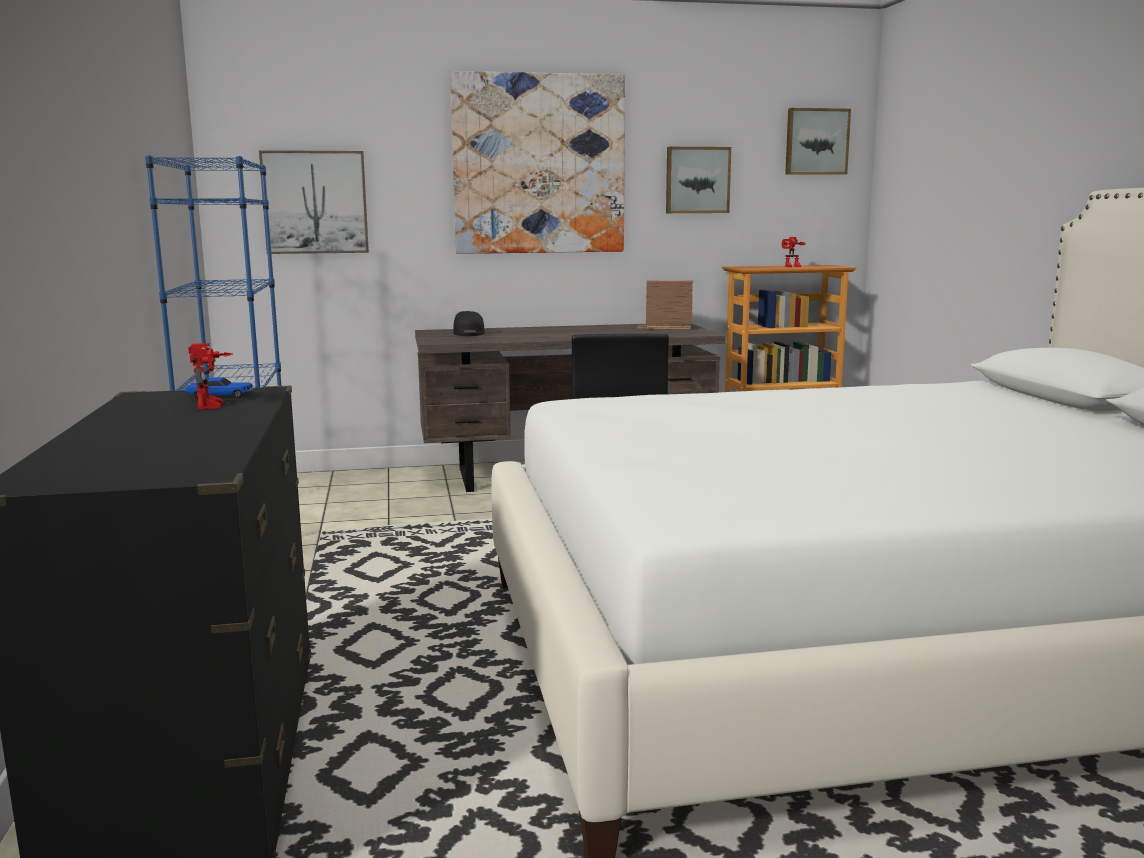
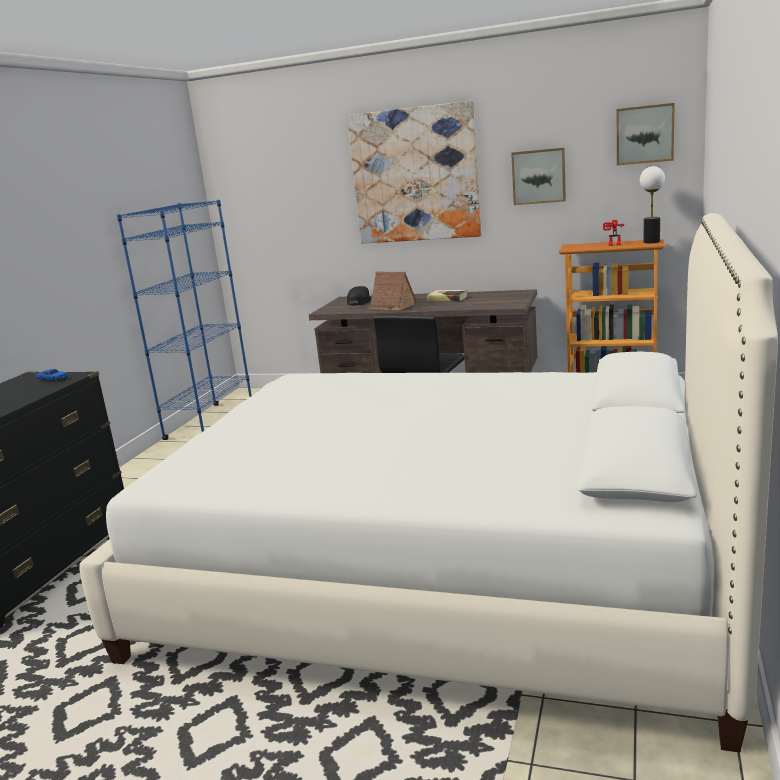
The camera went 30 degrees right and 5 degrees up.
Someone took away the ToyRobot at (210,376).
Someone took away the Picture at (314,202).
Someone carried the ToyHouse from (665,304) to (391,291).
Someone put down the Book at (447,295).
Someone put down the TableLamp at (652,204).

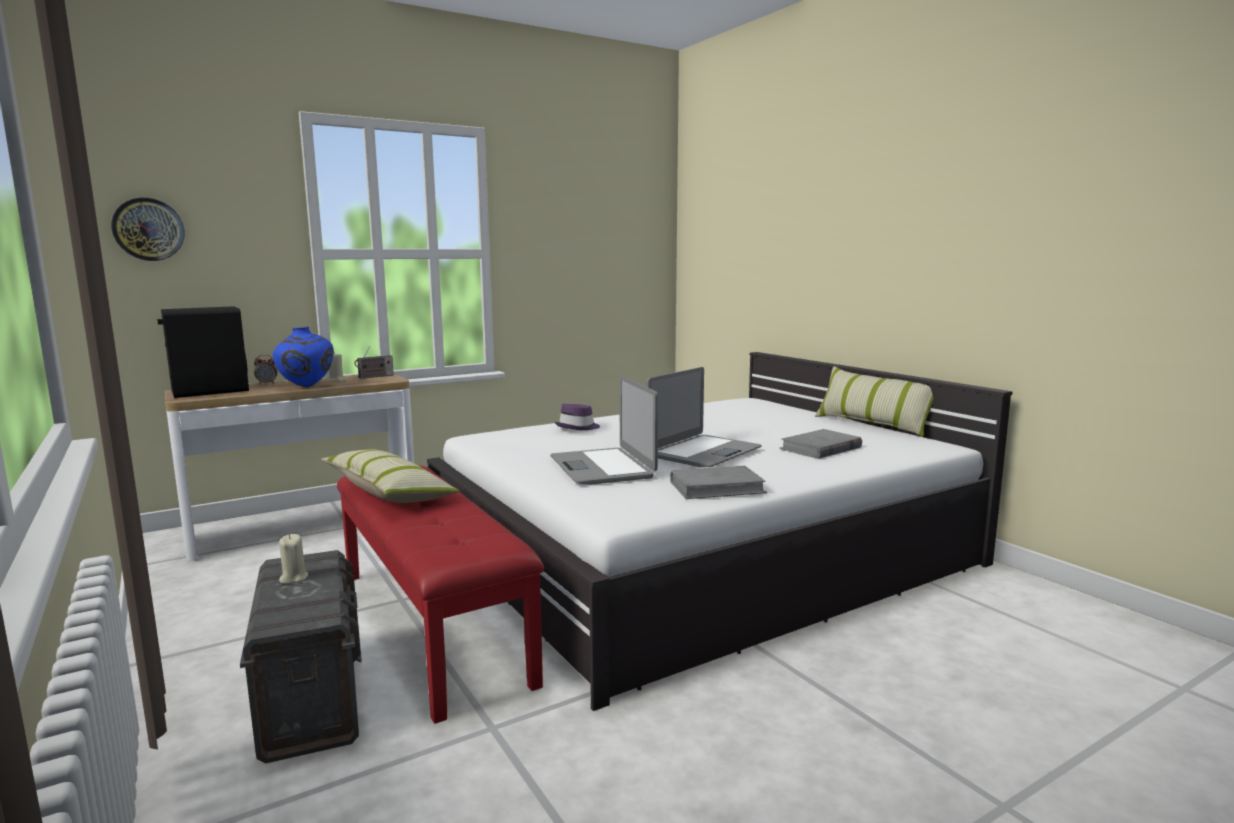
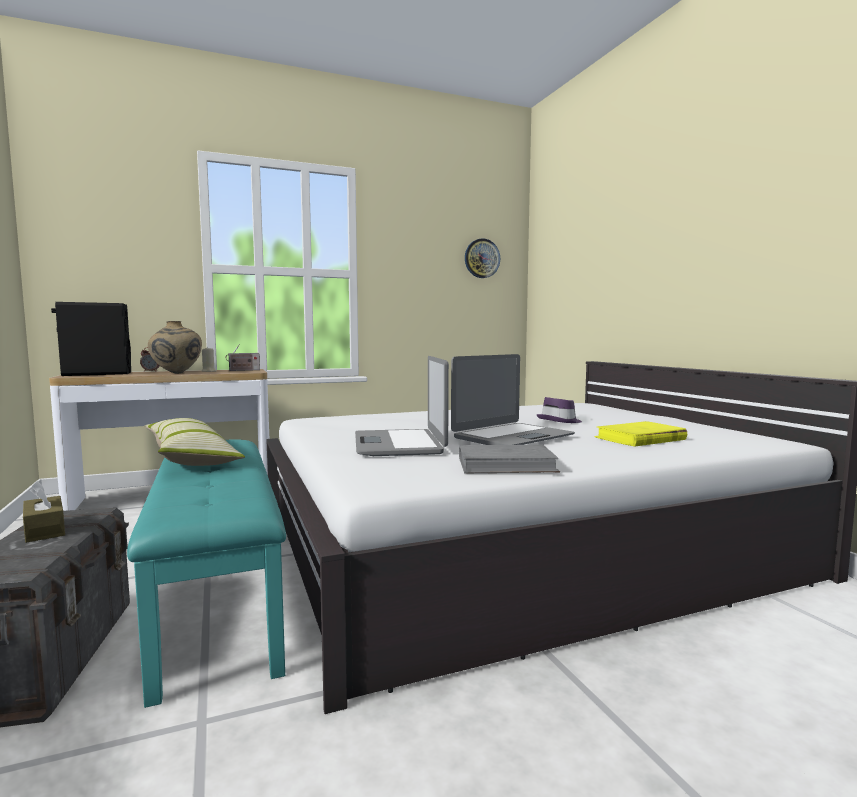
The camera went 10 degrees right and 5 degrees down.
Someone carried the WallClock from (147,229) to (482,258).
Someone repainted the BlueVase at (303,357), which became the BeigeVase at (175,347).
Someone swapped the BeigeCandle at (293,559) for the BrownTissueBox at (44,512).
Someone repainted the RedBench at (440,594), which became the TurquoiseBench at (206,573).
Someone carried the PurpleHat from (577,417) to (559,410).
Someone repainted the GreyBook at (820,444), which became the YellowBook at (641,434).
Someone took away the Pillow at (874,401).

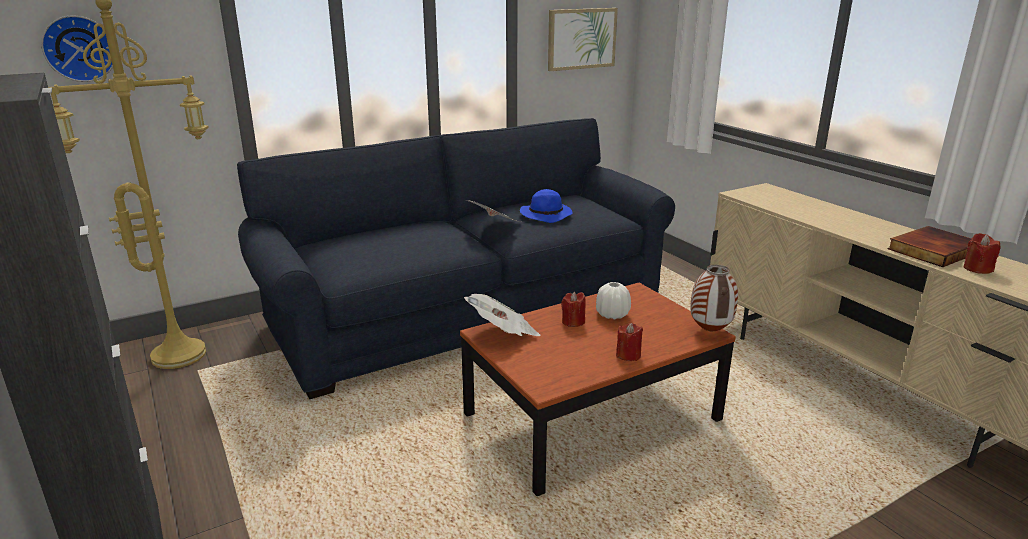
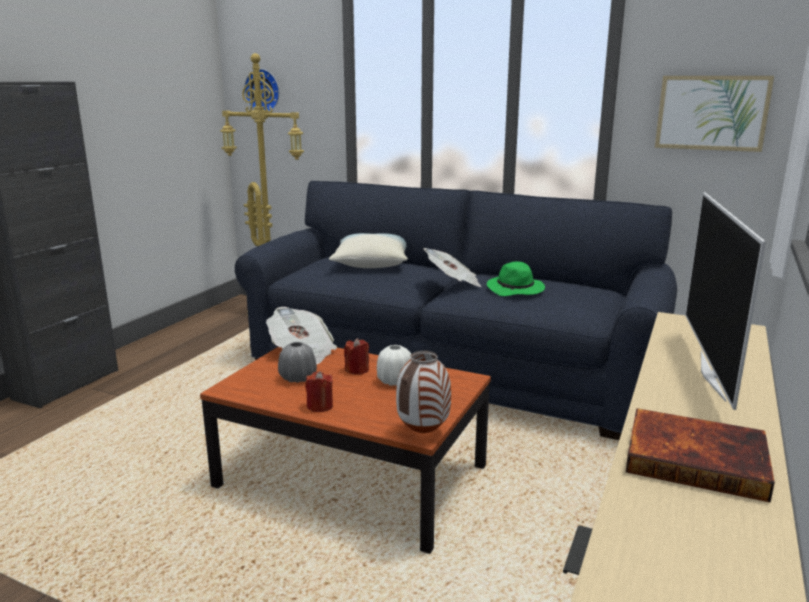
The camera went 55 degrees right and 5 degrees down.
Someone repainted the BlueHat at (546,206), which became the GreenHat at (516,278).
Someone took away the RedCandle at (982,253).
Someone put down the GreyVase at (297,362).
Someone put down the Pillow at (368,250).
Someone put down the Television at (725,301).

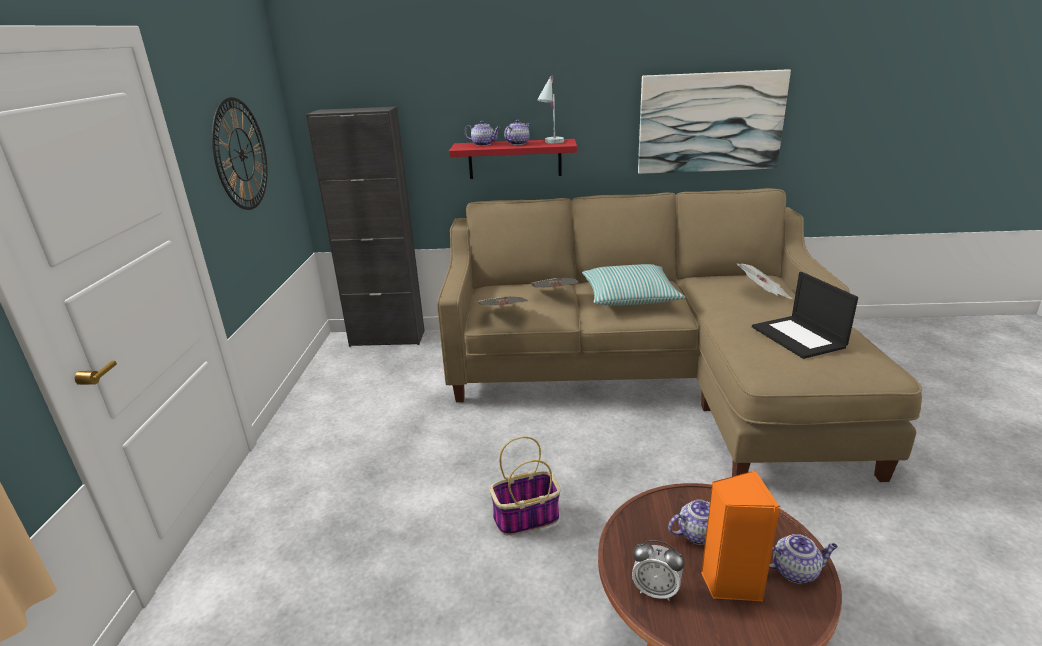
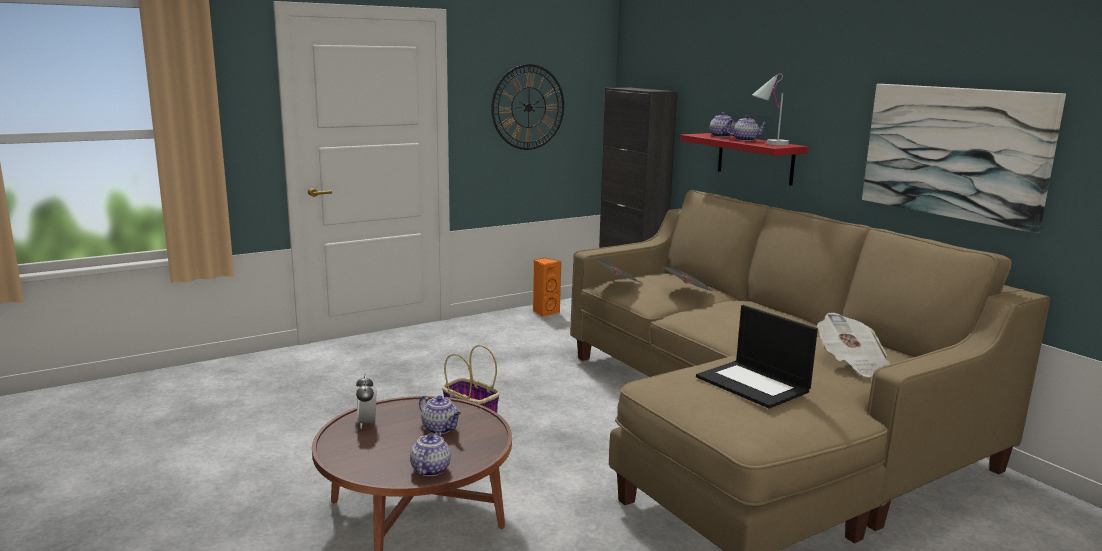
The camera went 55 degrees right and 10 degrees down.
Someone took away the Pillow at (633,285).
Someone carried the OrangeSpeaker from (740,536) to (547,287).
Someone rotated the Laptop at (805,315) by 75 degrees counterclockwise.
Someone rotated the Teapot at (803,558) by 135 degrees counterclockwise.

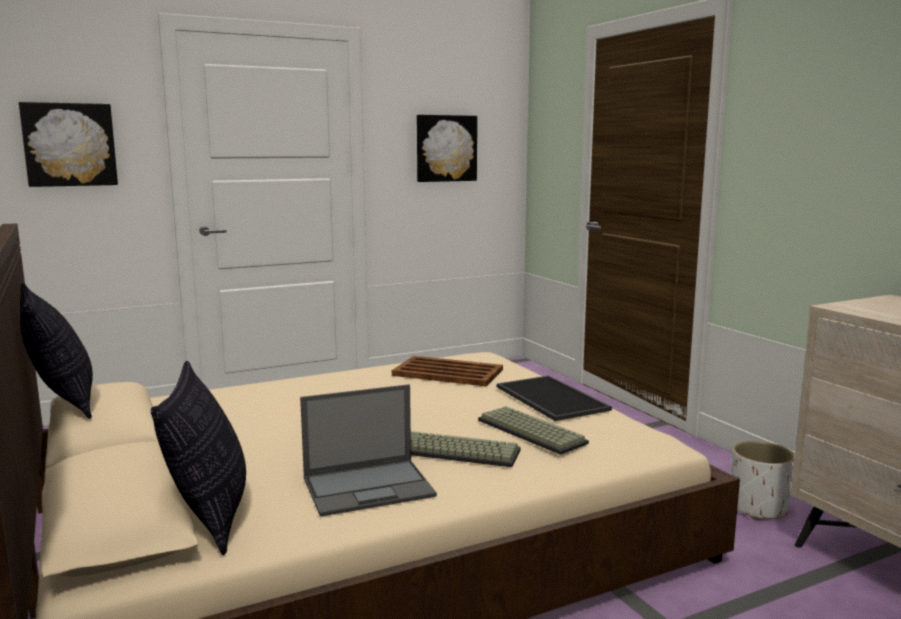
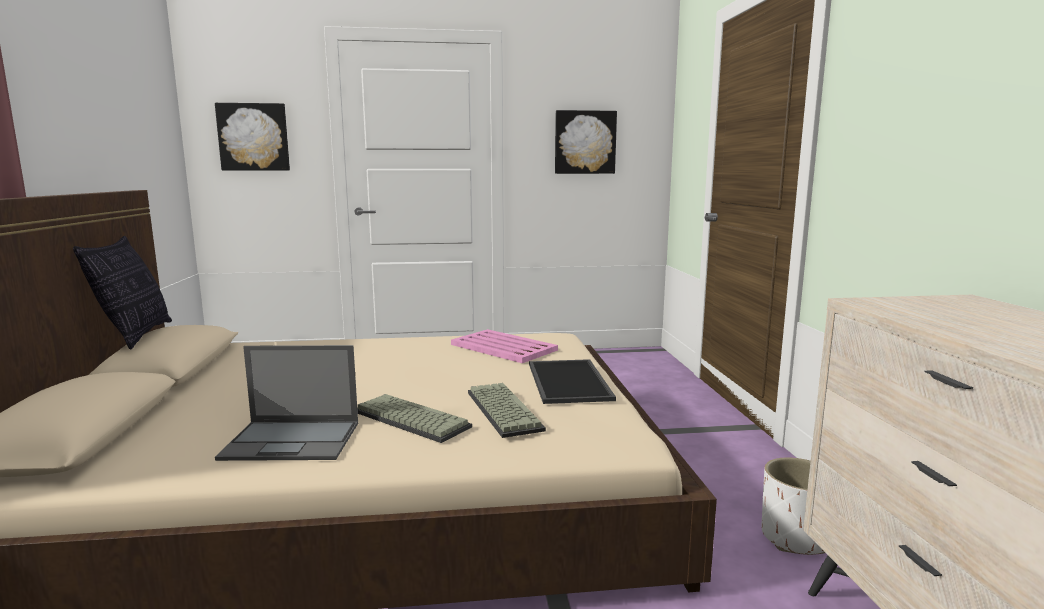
The camera went 20 degrees right and 0 degrees up.
Someone took away the Pillow at (198,458).
Someone repainted the BrownTray at (447,371), which became the PinkTray at (504,346).

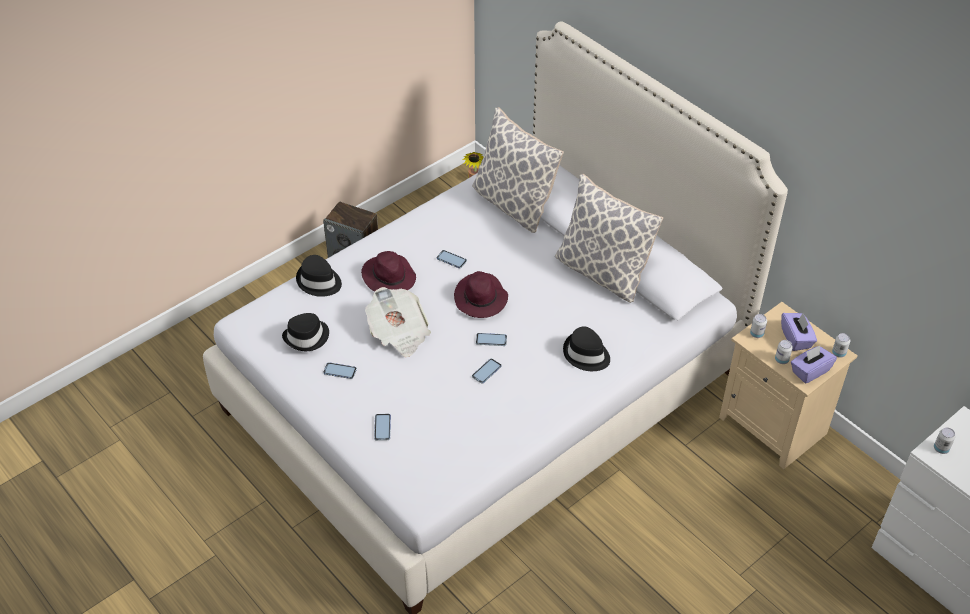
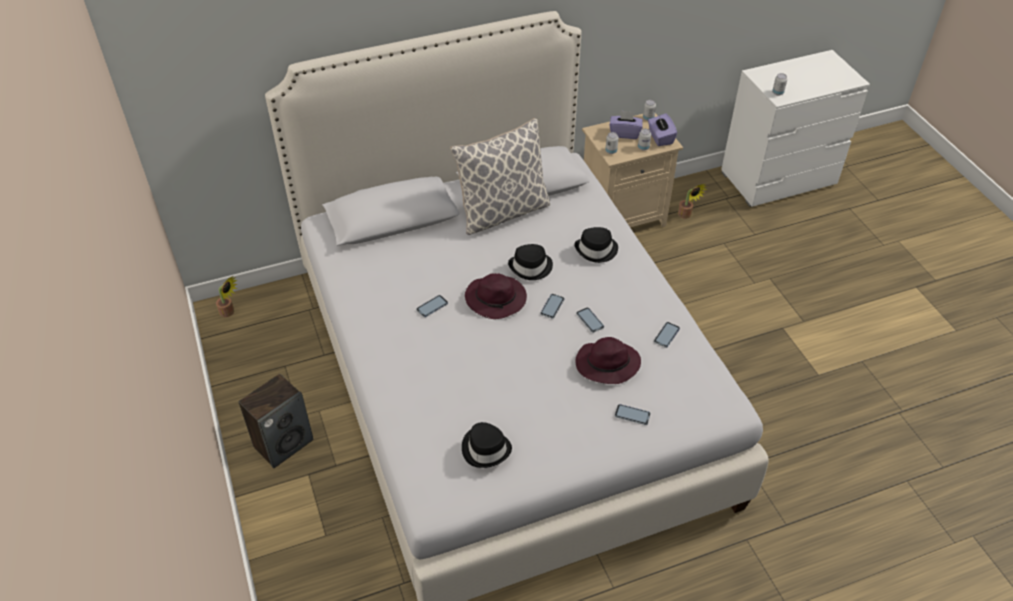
The camera went 70 degrees left and 0 degrees up.
Someone carried the BlackHat from (319,276) to (530,262).
Someone carried the Phone from (340,370) to (667,335).
Someone carried the PurpleHat from (388,271) to (608,360).
Someone took away the Newspaper at (398,322).
Someone took away the Pillow at (518,170).
Someone put down the PottedPlant at (692,201).

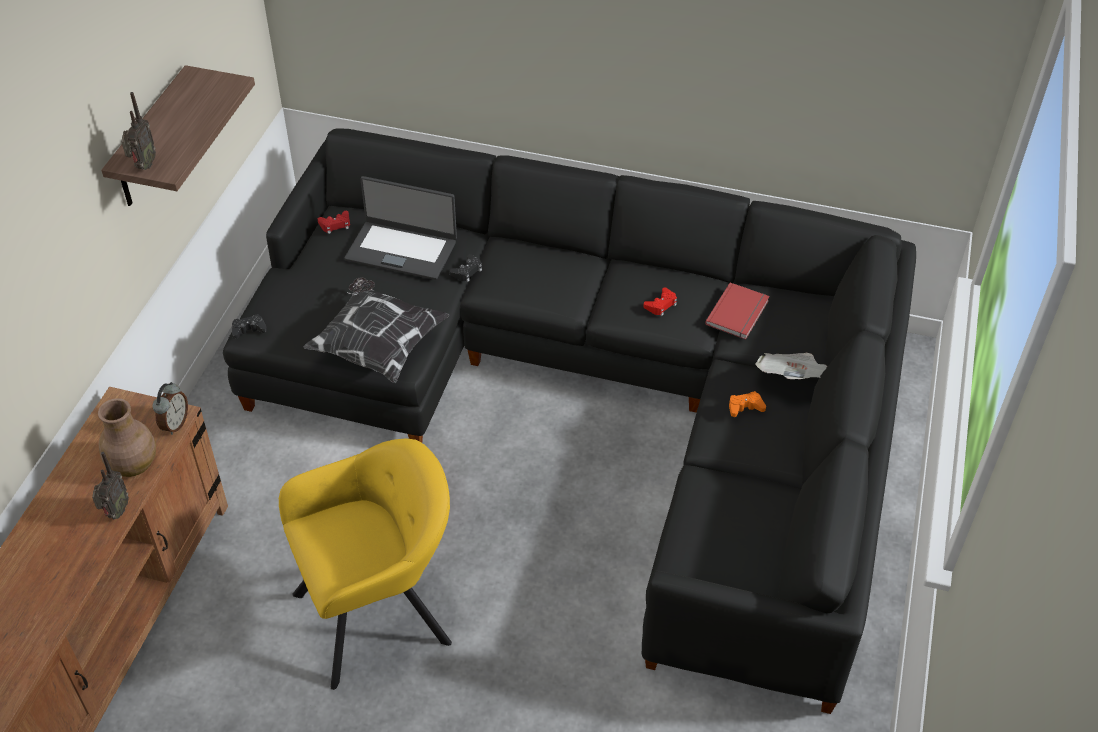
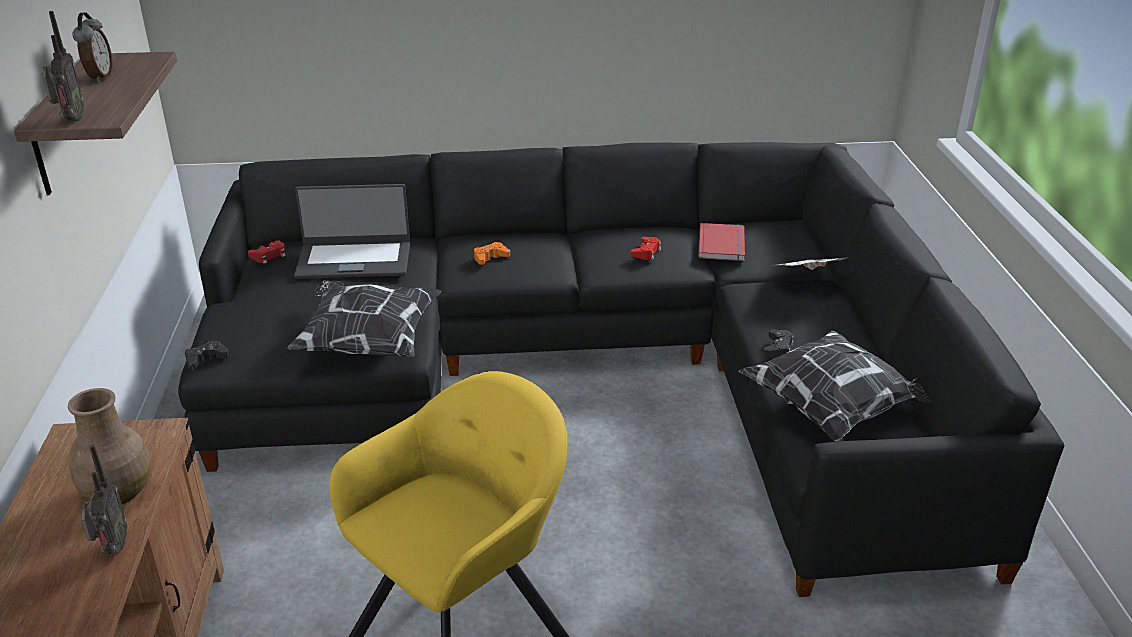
The camera went 20 degrees left and 15 degrees down.
Someone carried the AlarmClock from (170,408) to (92,47).
Someone carried the BlackGameController from (465,268) to (778,343).
Someone carried the OrangeGameController from (747,404) to (492,253).
Someone put down the Pillow at (834,386).

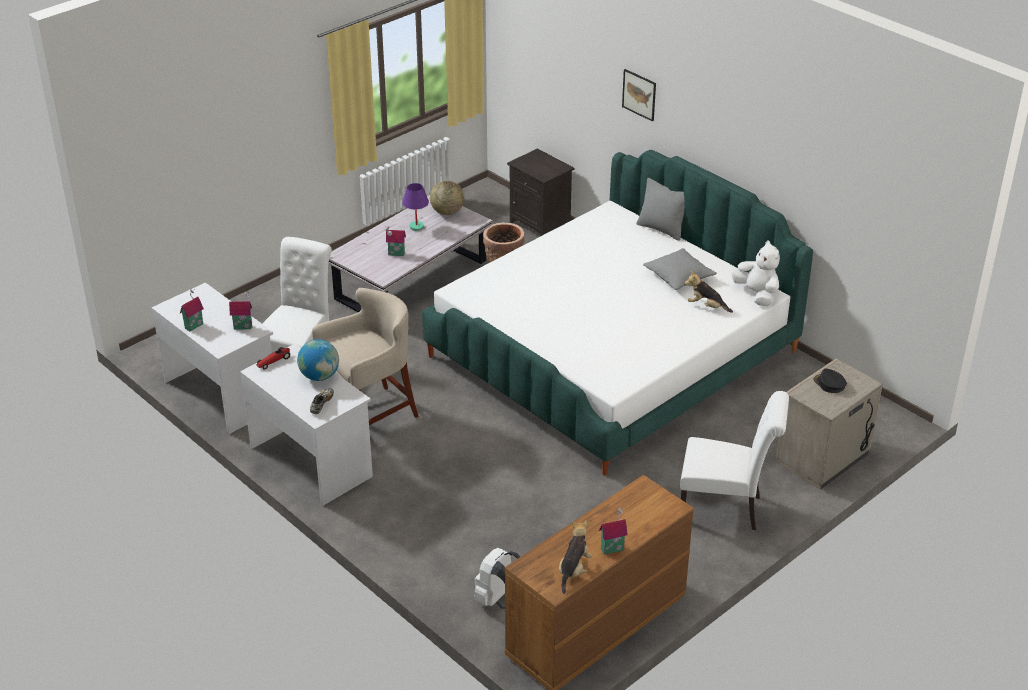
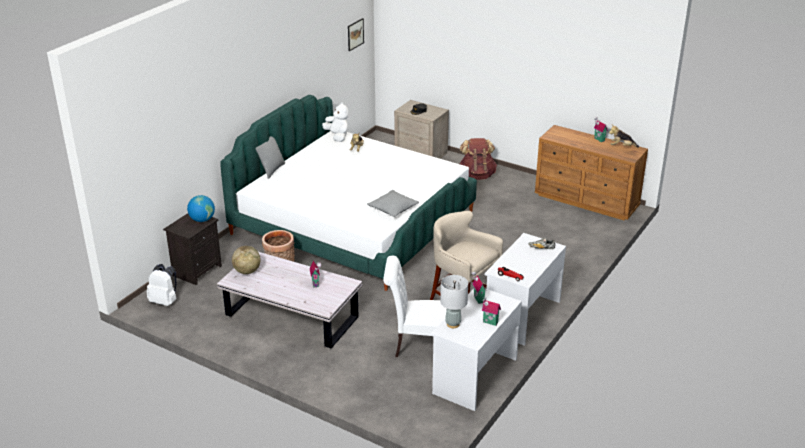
The camera went 105 degrees left and 5 degrees down.
Someone carried the Globe from (318,360) to (201,208).
Someone took away the PurpleTableLamp at (415,207).
Someone carried the WhiteBackpack from (497,578) to (162,285).
Someone carried the Picture from (639,95) to (356,34).
Someone carried the GreyPillow from (680,269) to (393,203).
Someone swapped the WhiteChair at (734,460) for the BrownBackpack at (478,159).
Someone rotated the WhitePlushToy at (756,273) by 105 degrees clockwise.
Someone put down the GreyTableLamp at (454,301).

